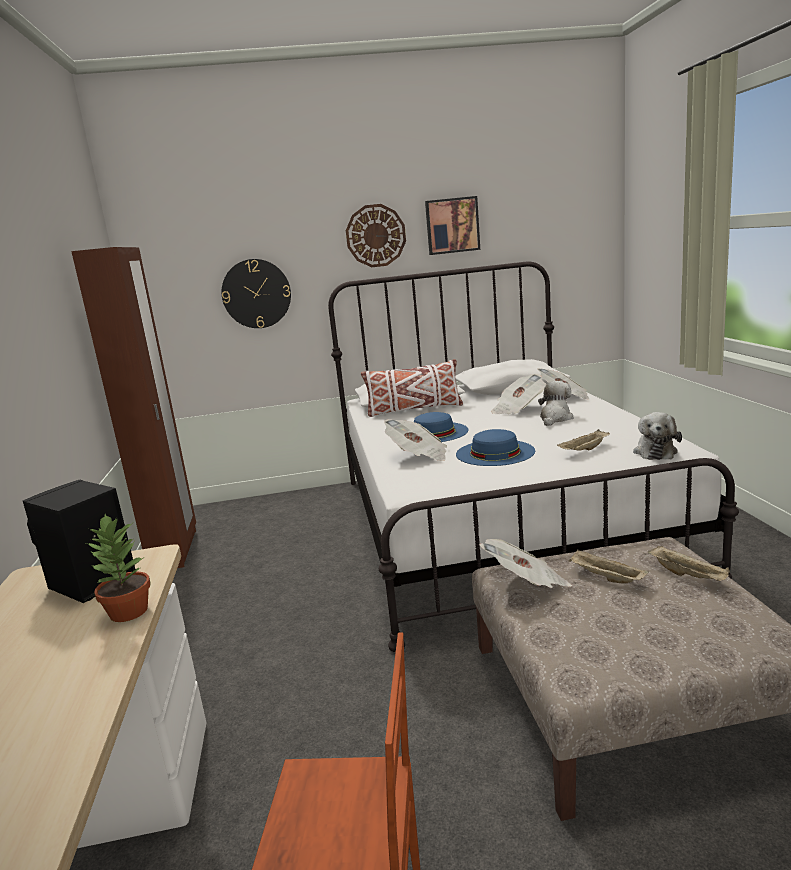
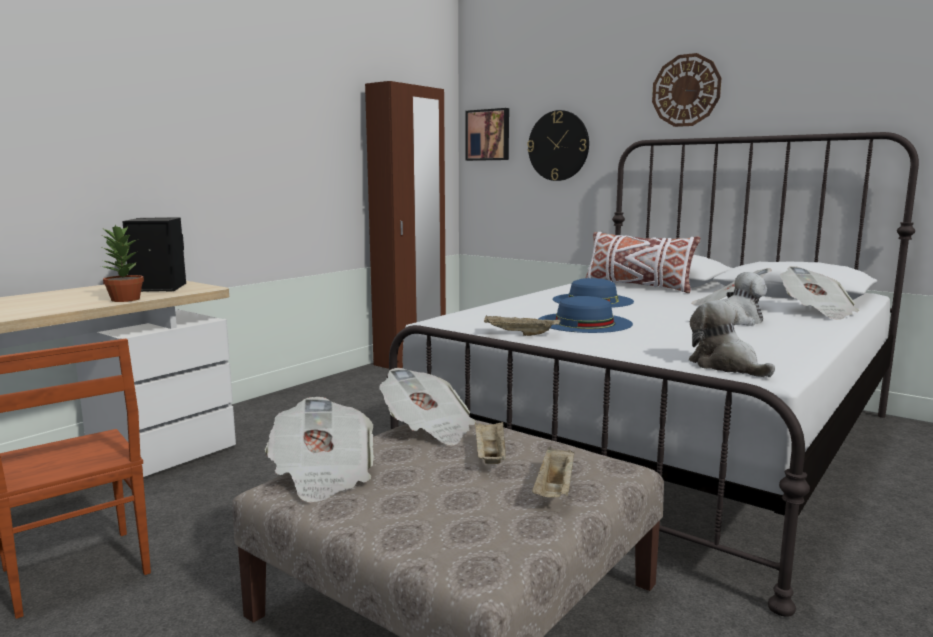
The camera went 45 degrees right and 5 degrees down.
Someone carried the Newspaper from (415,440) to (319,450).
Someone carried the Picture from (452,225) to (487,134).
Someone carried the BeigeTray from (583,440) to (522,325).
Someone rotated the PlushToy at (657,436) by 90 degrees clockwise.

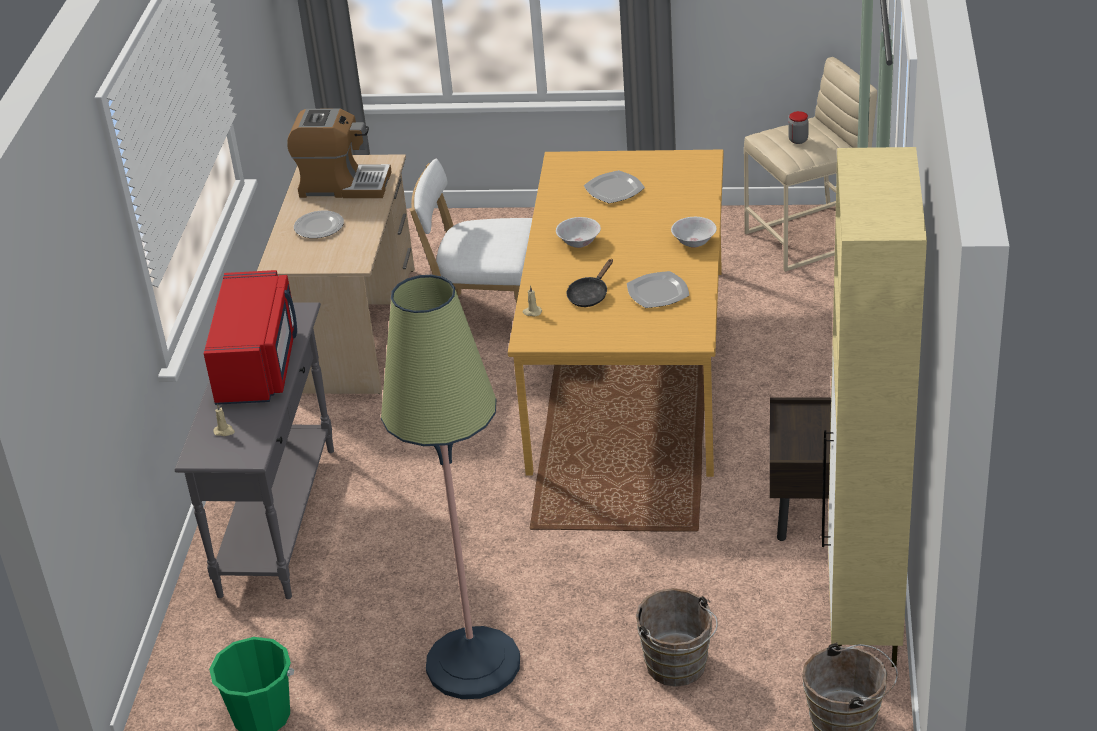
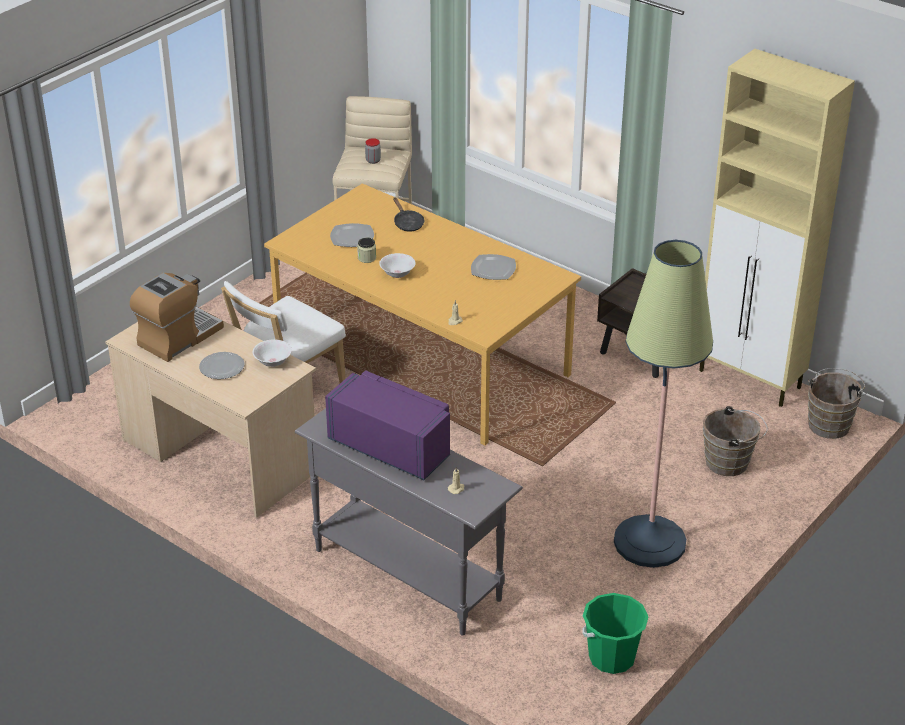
The camera went 60 degrees left and 0 degrees up.
Someone repainted the RedMicrowave at (250,337), which became the PurpleMicrowave at (387,425).
Someone carried the BlackFryingPan from (590,283) to (408,214).
Someone carried the WhiteBowl from (694,232) to (272,353).
Someone put down the Jar at (366,250).

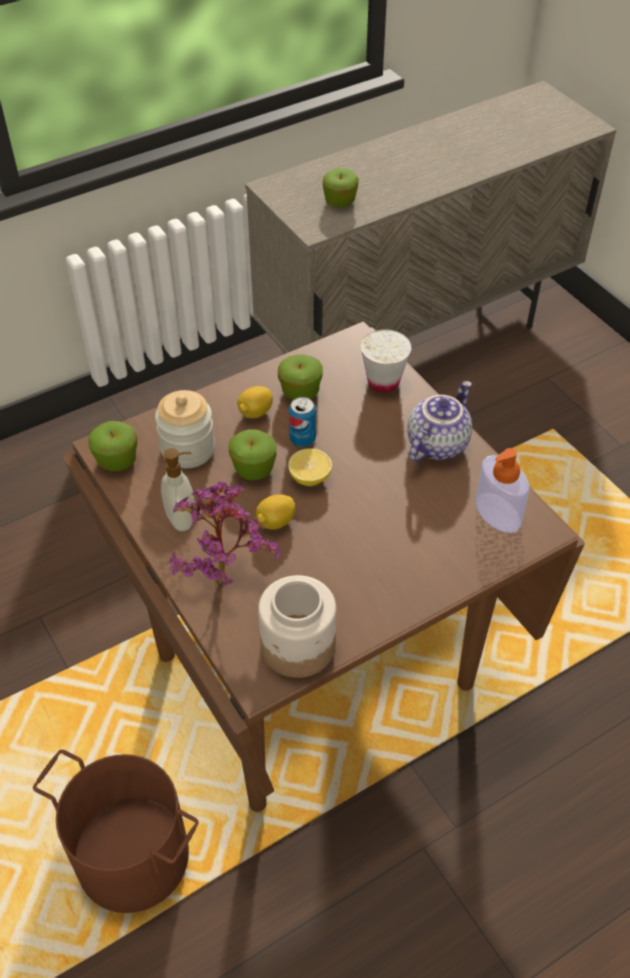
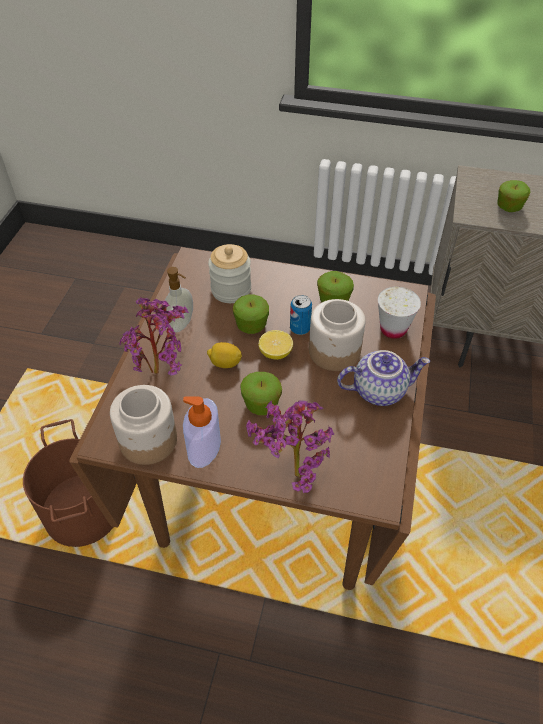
The camera went 45 degrees right and 0 degrees up.
Someone carried the Apple from (112,446) to (261,393).
Someone took away the Lemon at (255,402).
Someone carried the SoapDispenser from (502,490) to (202,432).
Someone put down the PottedPlant at (290,446).
Someone put down the Jar at (337,335).

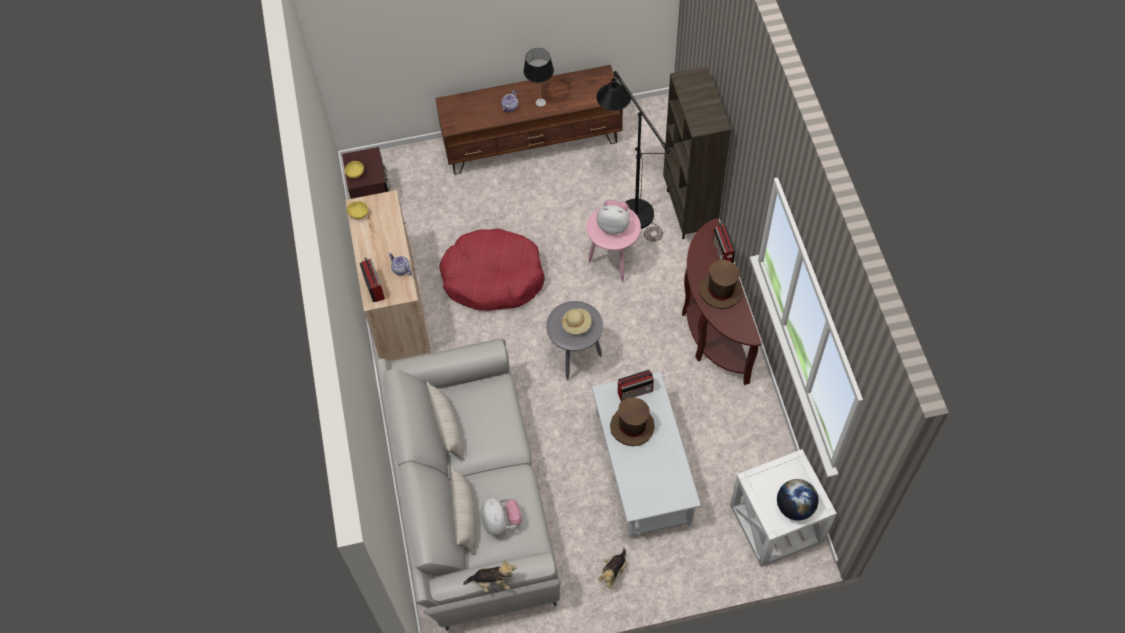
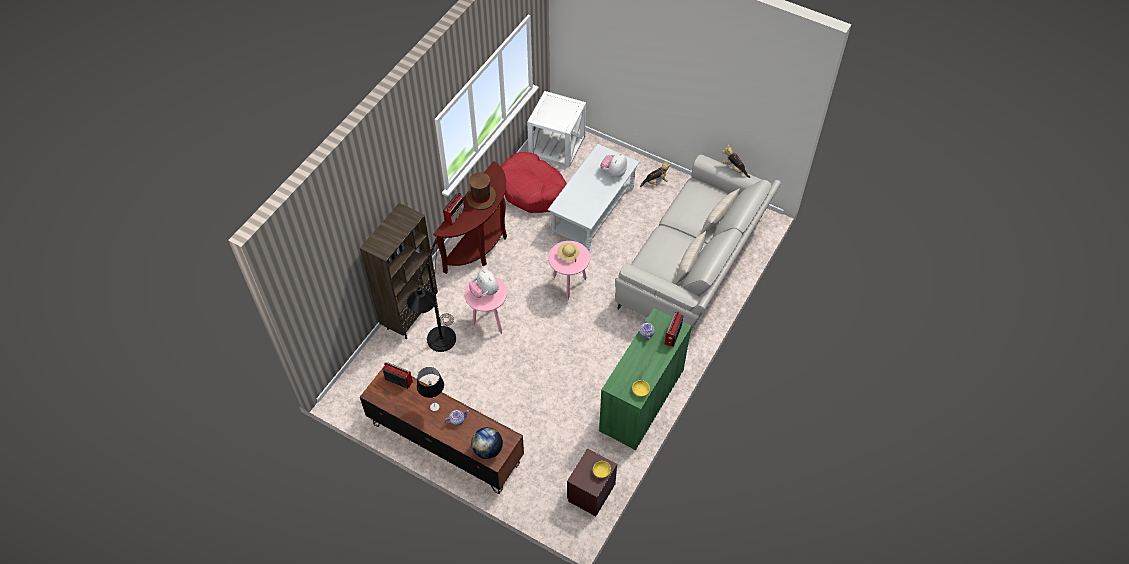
The camera went 140 degrees left and 5 degrees down.
Someone repainted the BeigeCabinet at (388,276), which became the GreenCabinet at (645,379).
Someone carried the RedDogBed from (492,269) to (534,182).
Someone carried the PlushToy from (501,517) to (613,165).
Someone repainted the GreySideTable at (574,340), which became the PinkSideTable at (569,270).
Someone took away the BrownHat at (632,421).
Someone carried the Radio from (636,386) to (398,375).
Someone carried the Globe from (798,499) to (487,443).

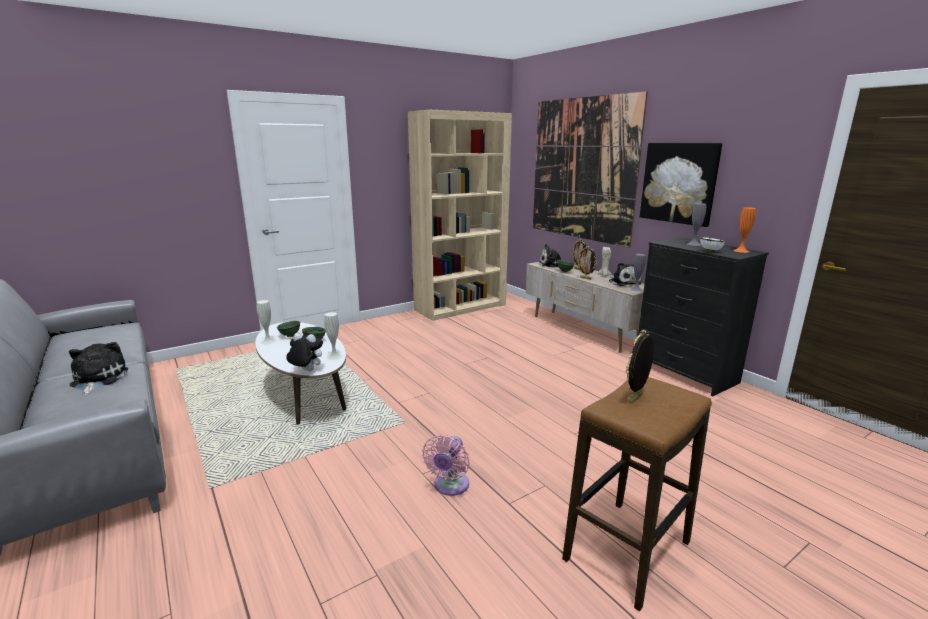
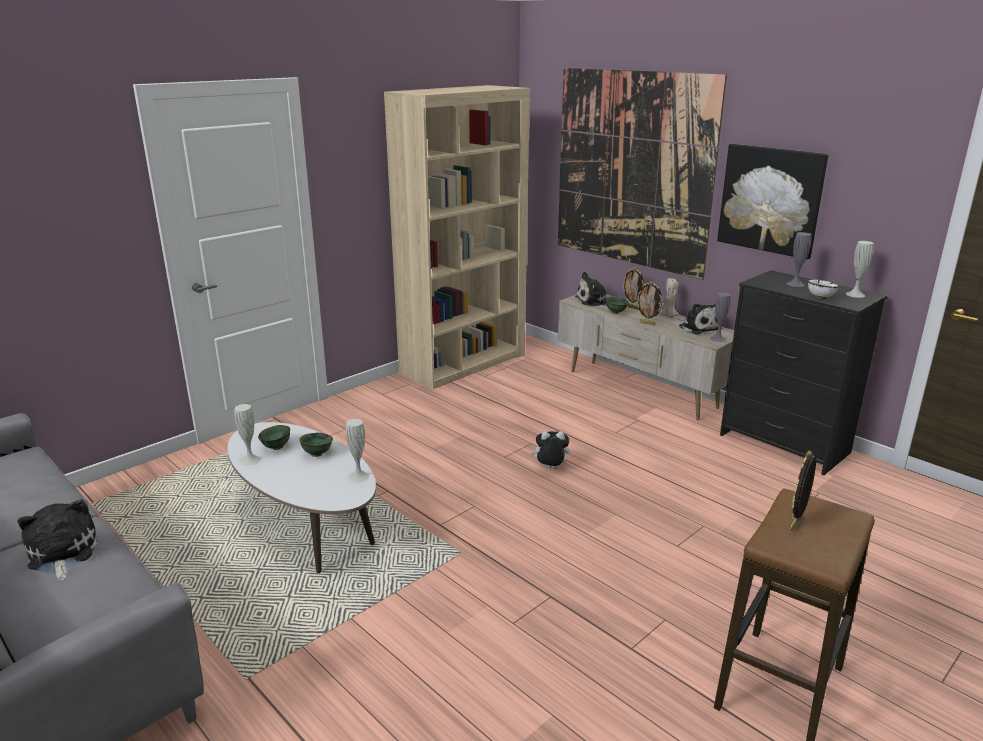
The camera went 10 degrees left and 5 degrees up.
Someone carried the PlushToy from (304,352) to (550,450).
Someone took away the PinkFan at (446,465).
Someone repainted the OrangeVase at (744,230), which became the WhiteVase at (860,269).

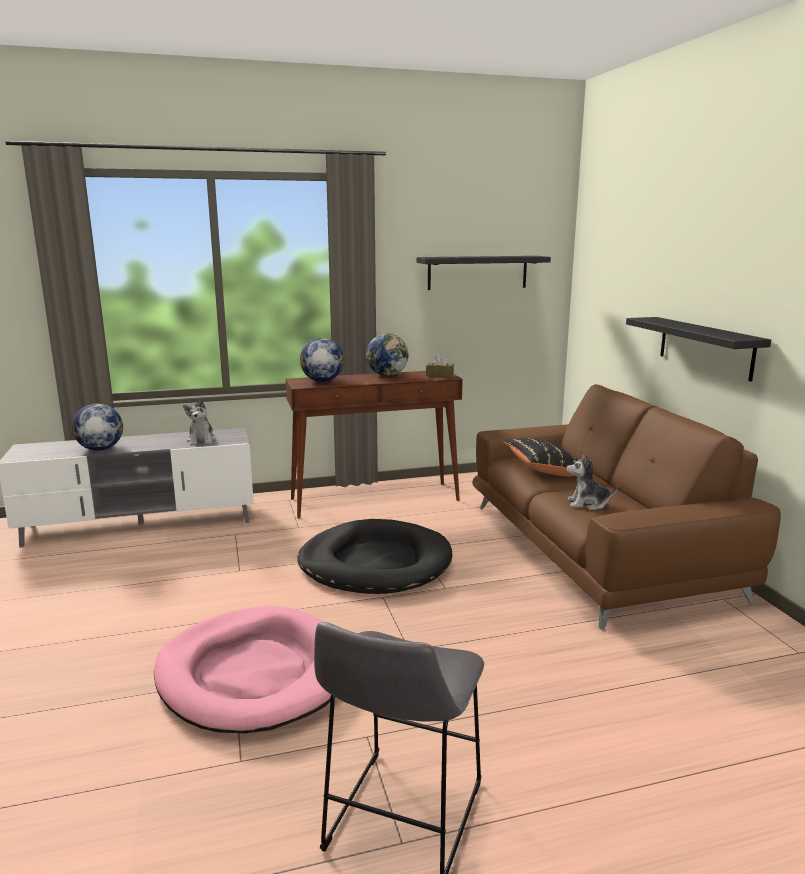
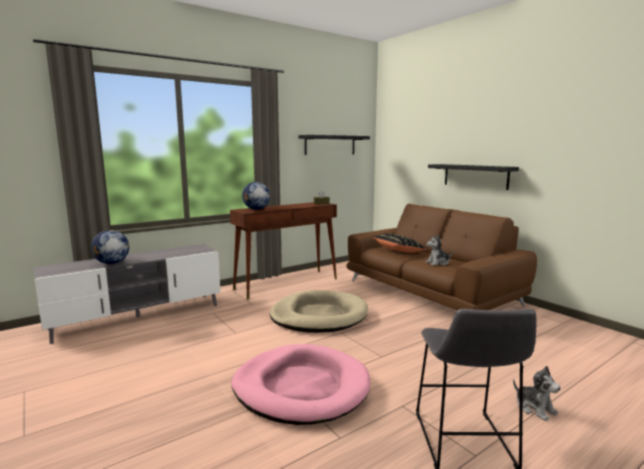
The camera went 20 degrees left and 5 degrees down.
Someone carried the PlushToy from (199,422) to (537,393).
Someone repainted the BlackDogBed at (374,556), which became the BeigeDogBed at (319,311).
Someone took away the Globe at (387,355).

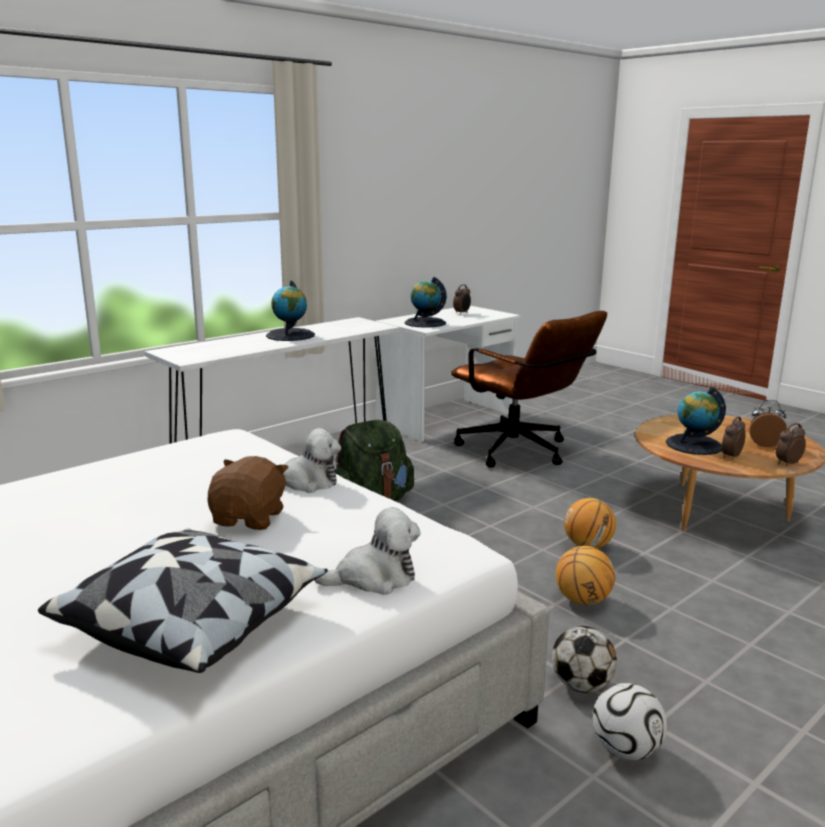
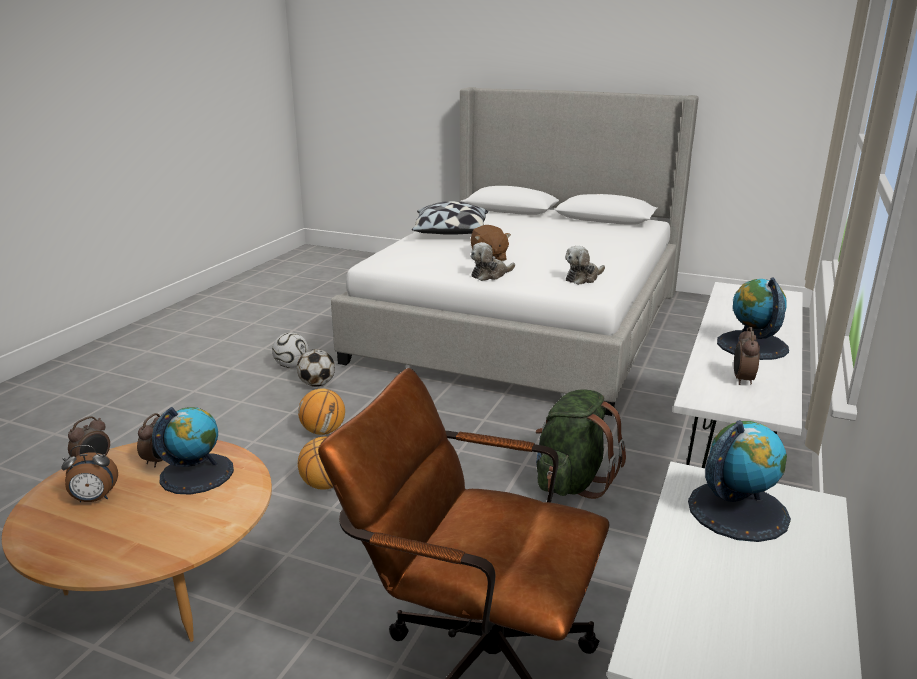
The camera went 155 degrees right and 5 degrees up.
Someone carried the PlushToy from (367,551) to (585,265).
Someone carried the AlarmClock from (462,299) to (747,356).

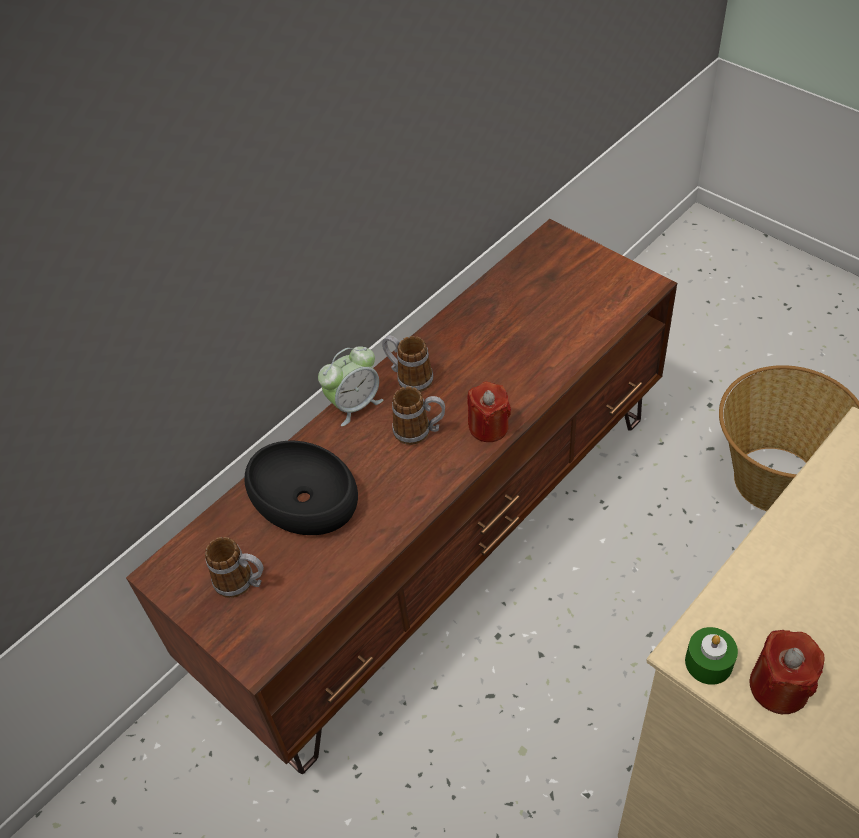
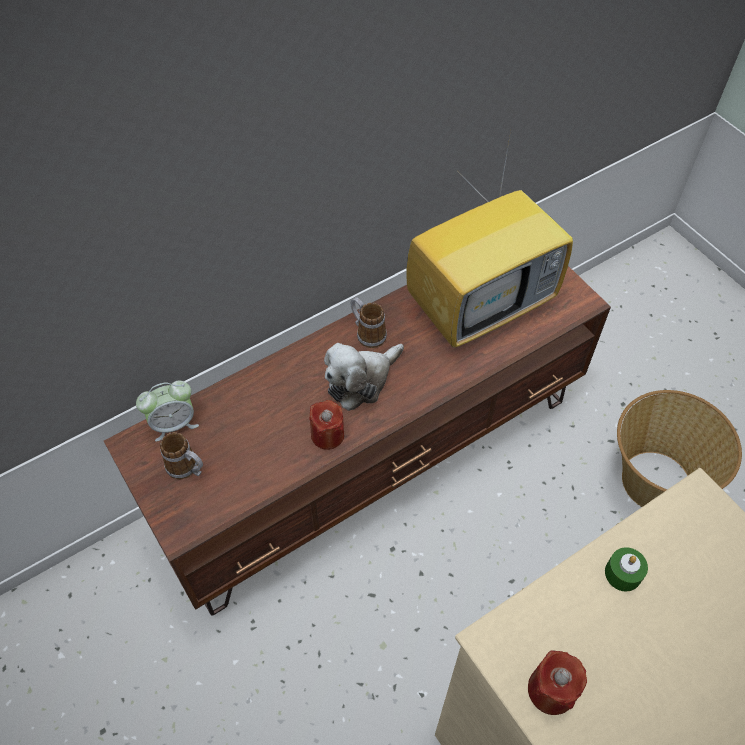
The camera went 10 degrees right and 5 degrees up.
Someone took away the BlackBowl at (301,488).
Someone carried the AlarmClock from (350,386) to (167,411).
Someone swapped the Mug at (418,416) for the PlushToy at (364,377).
Someone carried the RedCandle from (489,412) to (326,425).
Someone carried the GreenCandle from (711,656) to (626,569).
Someone put down the Television at (490,239).

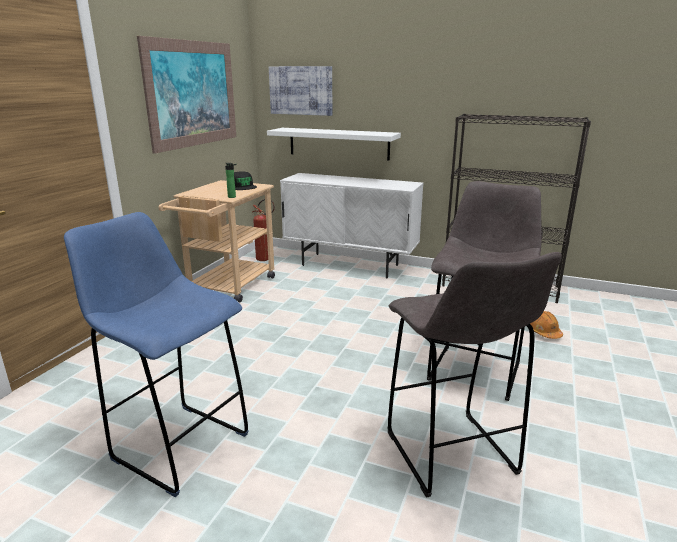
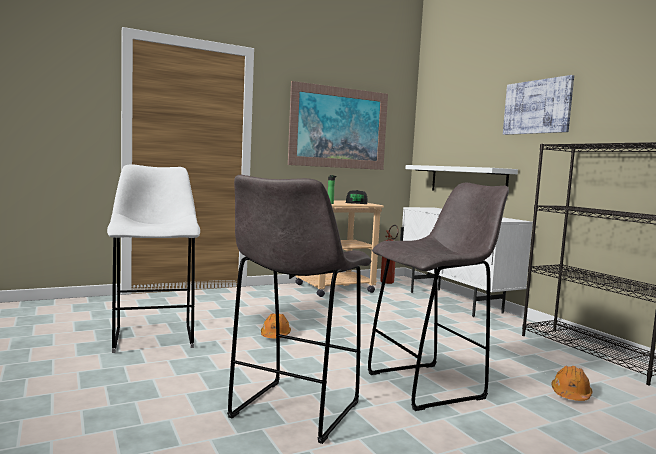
The camera went 40 degrees right and 15 degrees down.
Someone repainted the BlueStool at (156,354), which became the WhiteStool at (153,258).
Someone carried the Picture from (300,91) to (538,105).
Someone put down the OrangeHardHat at (276,325).

